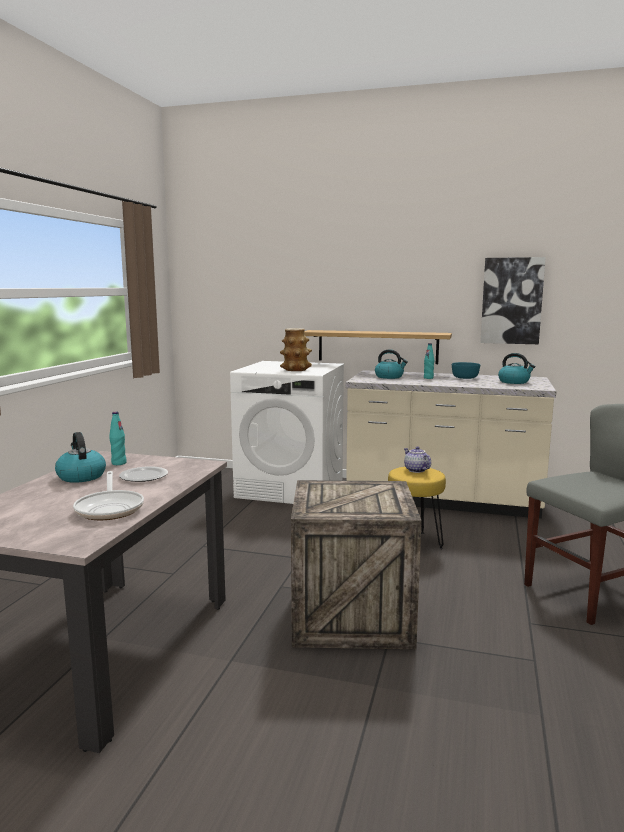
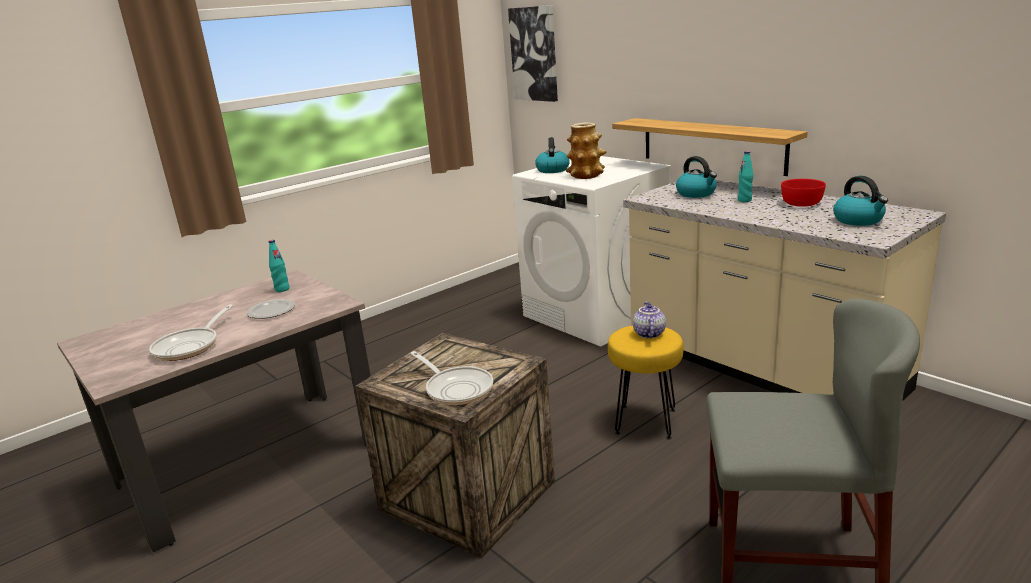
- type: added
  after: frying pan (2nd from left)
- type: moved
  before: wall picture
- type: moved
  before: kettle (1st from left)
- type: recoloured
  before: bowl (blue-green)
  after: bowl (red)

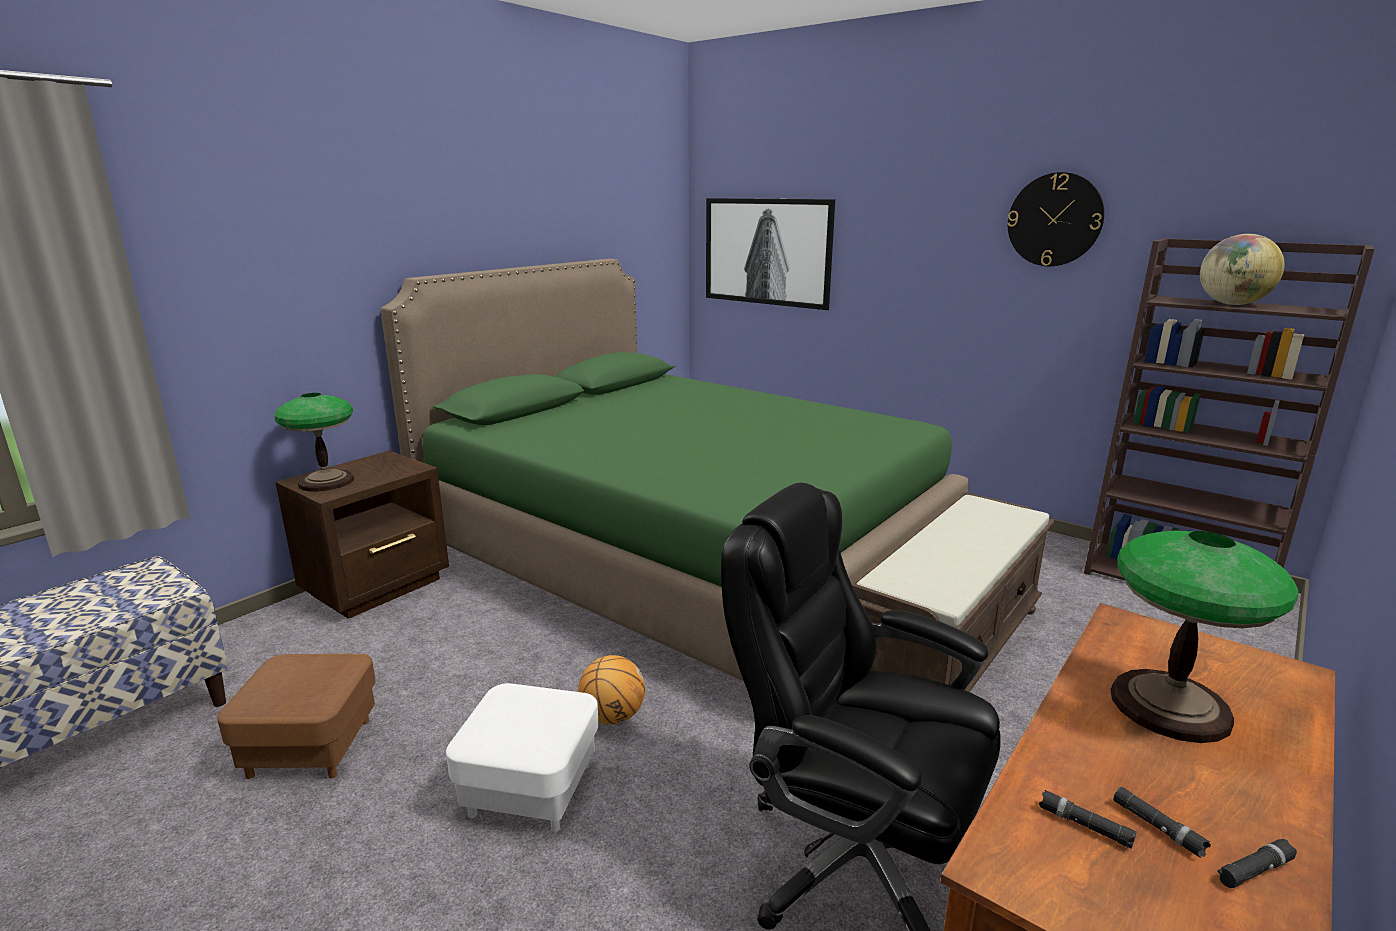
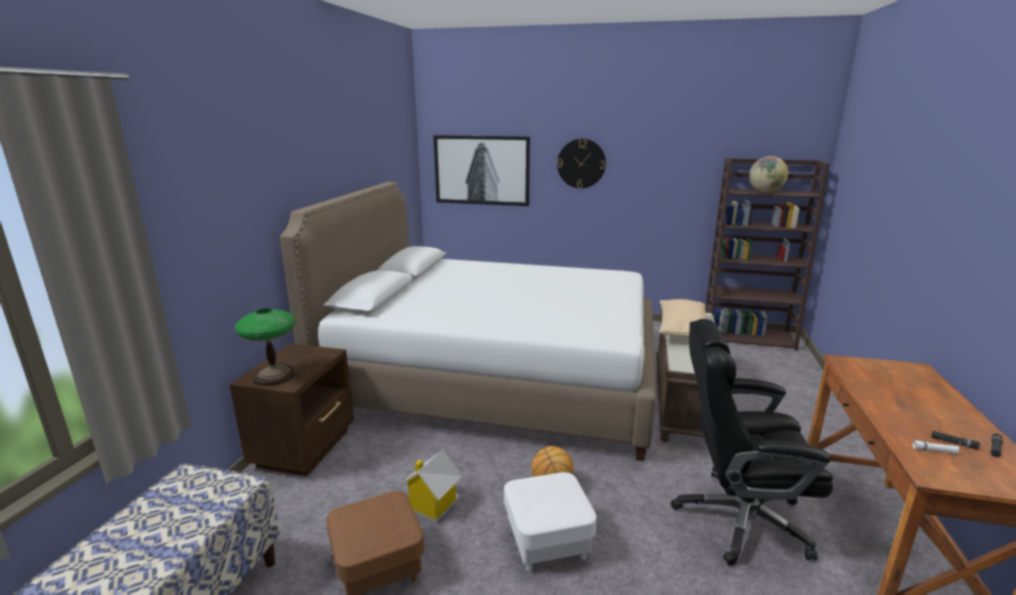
- type: recoloured
  before: sleeping bed (green-coloured)
  after: sleeping bed (white)
- type: added
  after: model house
- type: moved
  before: wall clock
- type: added
  after: cushion (beige-coloured)
- type: recoloured
  before: hand torch (blackish) (1st from left)
  after: hand torch (white)
- type: removed
  before: table lamp (2nd from left)

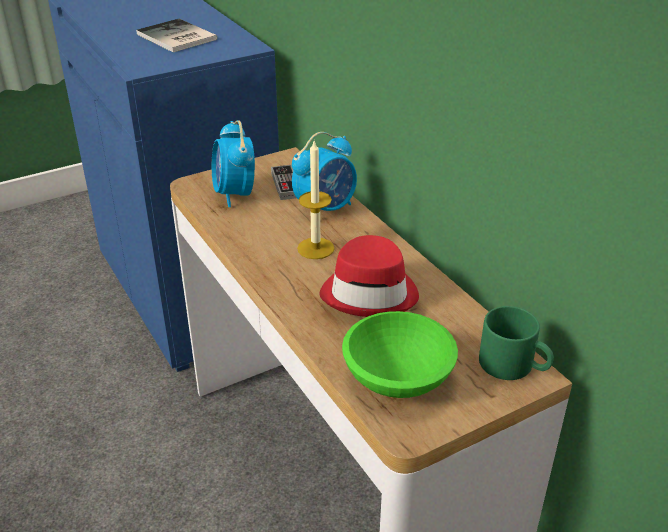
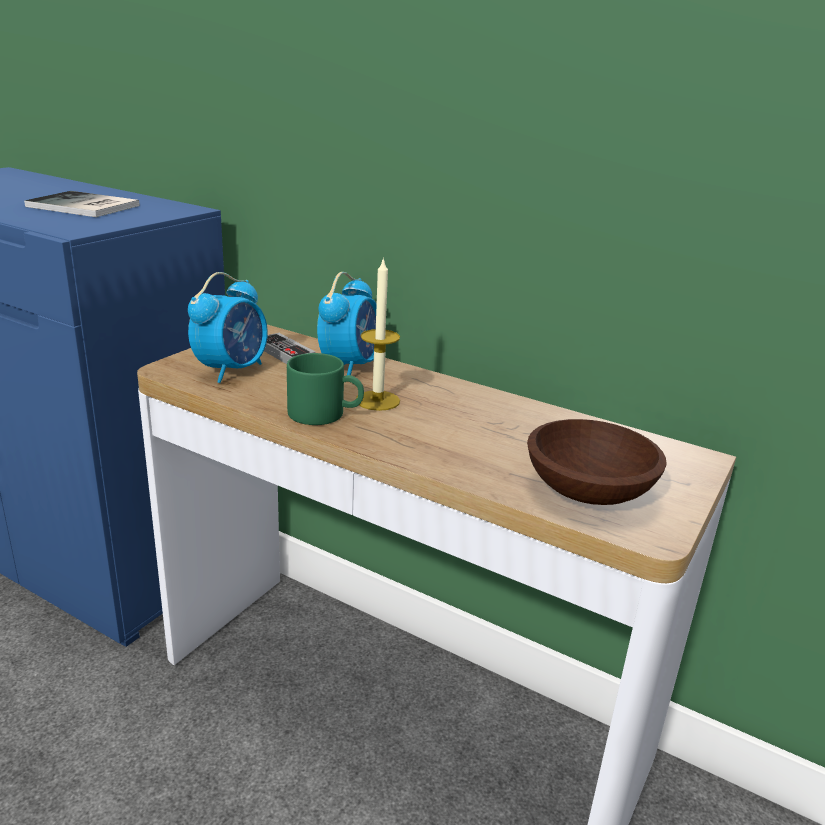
- type: turned
  before: table clock (1st from left)
  turn: -105
- type: moved
  before: mug (green-coloured)
- type: recoloured
  before: bowl (green-coloured)
  after: bowl (brown)
- type: removed
  before: clothing hat (red)

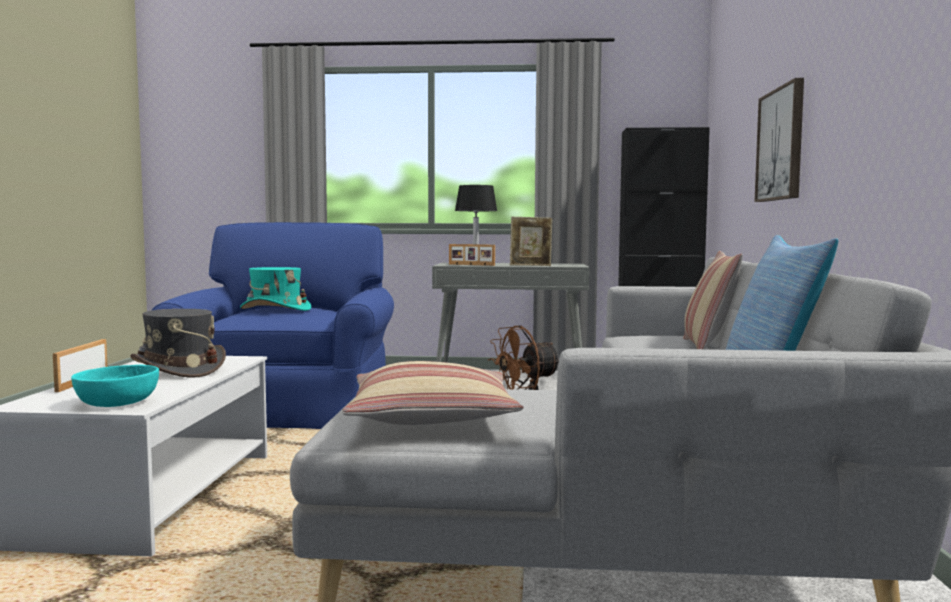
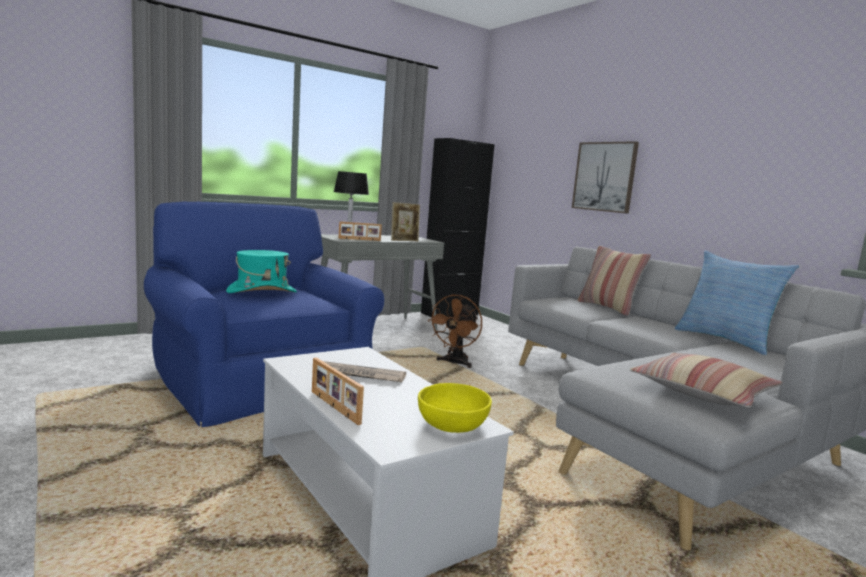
- type: replaced
  before: clothing hat (greyish)
  after: daily paper
- type: recoloured
  before: bowl (blue-green)
  after: bowl (yellowish)

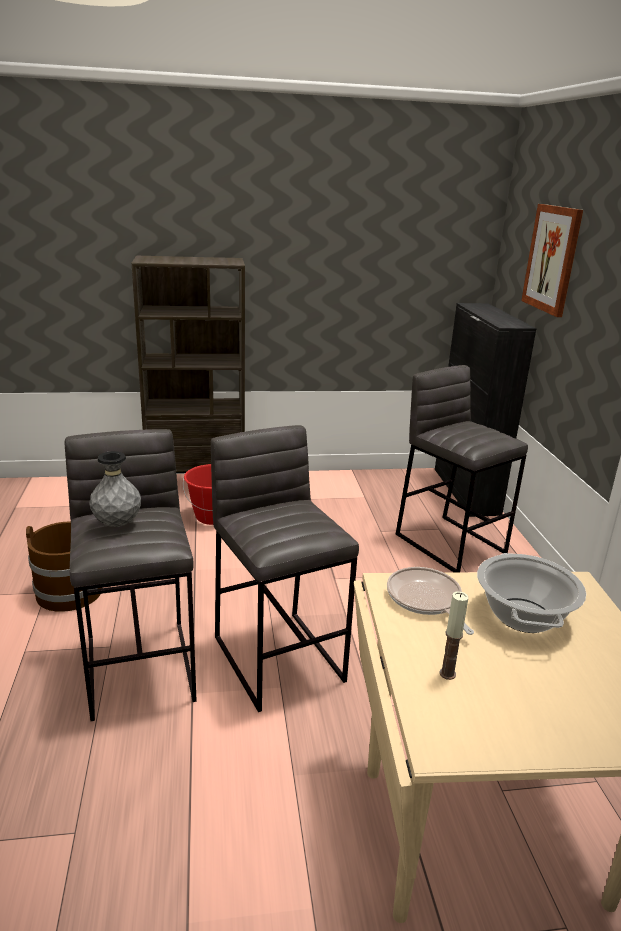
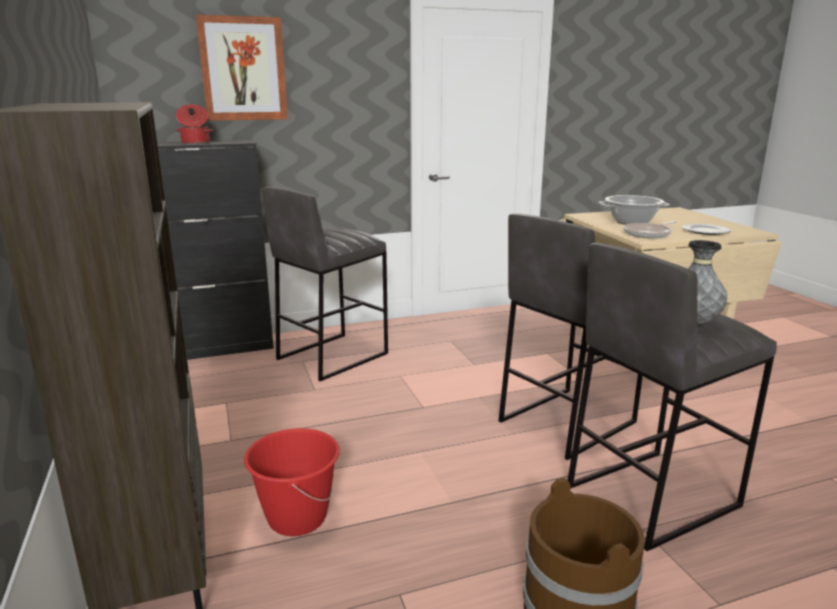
- type: added
  after: cooking pot (1st from left)
- type: replaced
  before: wax candle
  after: flat dish

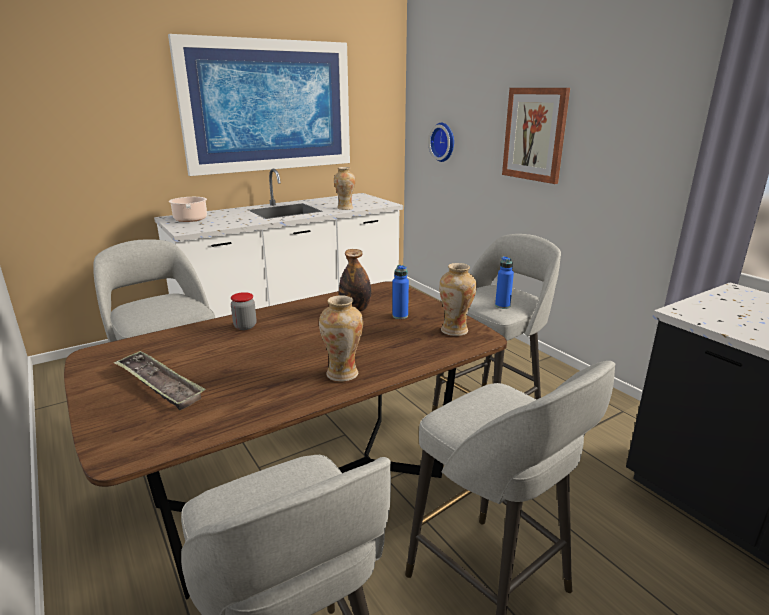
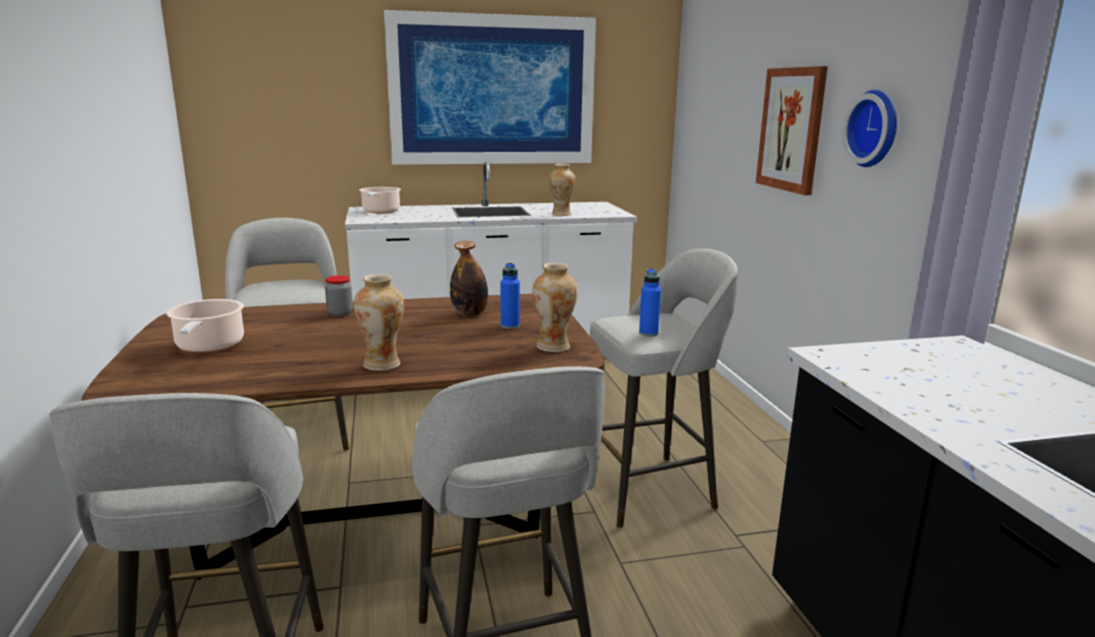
- type: replaced
  before: serving tray
  after: cooking pot (1st from left)
- type: moved
  before: wall clock

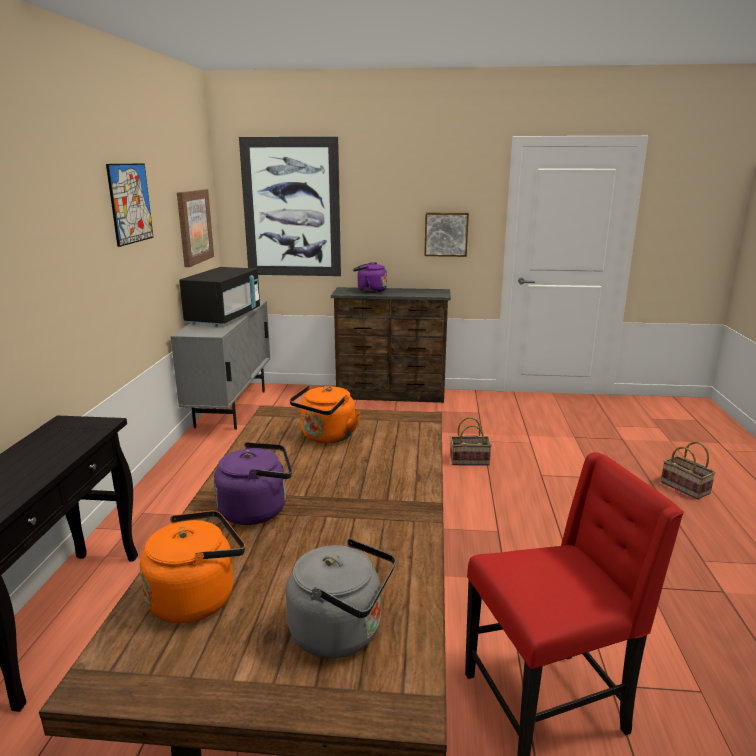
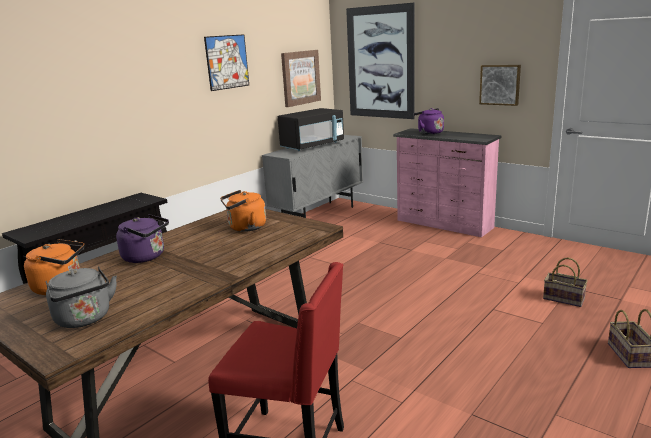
- type: recoloured
  before: chest of drawers (brown)
  after: chest of drawers (pinkish)
- type: moved
  before: basket (1st from left)

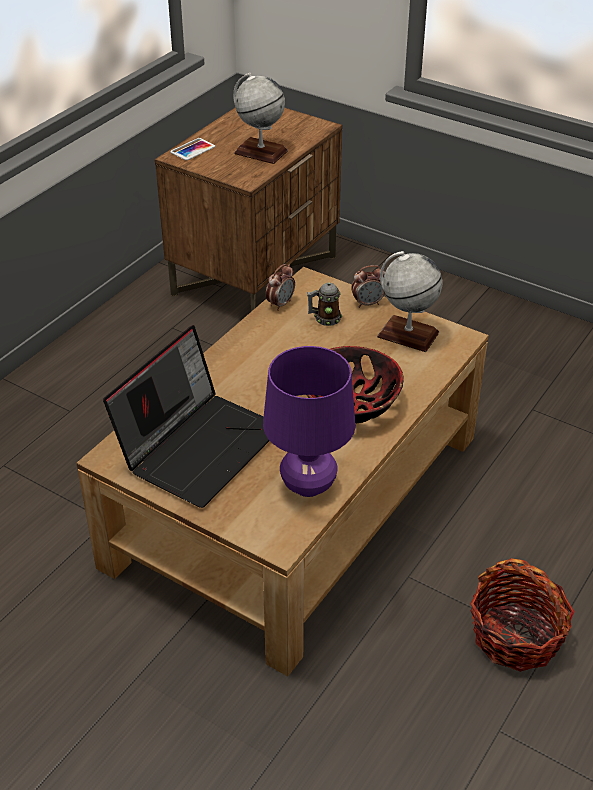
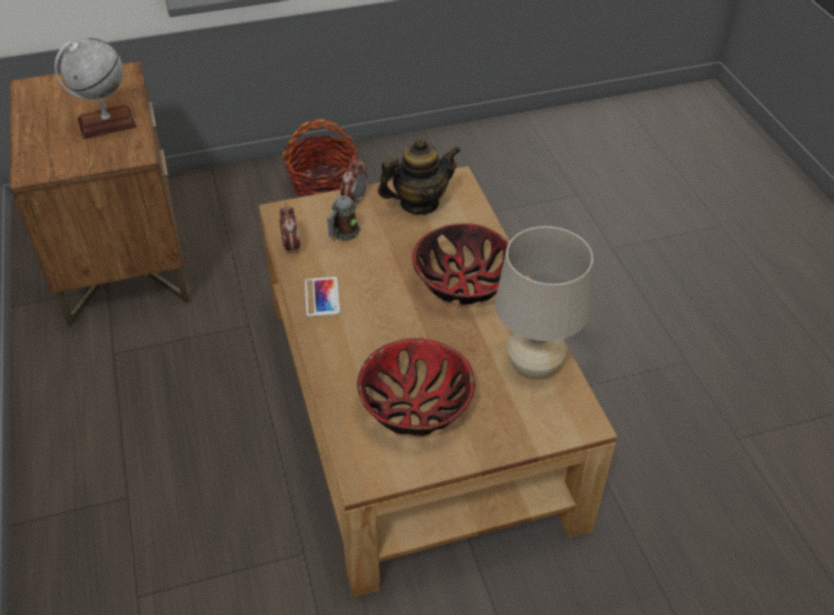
- type: moved
  before: basket
- type: moved
  before: phone
- type: replaced
  before: notebook computer
  after: bowl (1st from left)
- type: replaced
  before: world globe (2nd from left)
  after: tea pot
- type: recoloured
  before: table lamp (purplish)
  after: table lamp (beige-coloured)

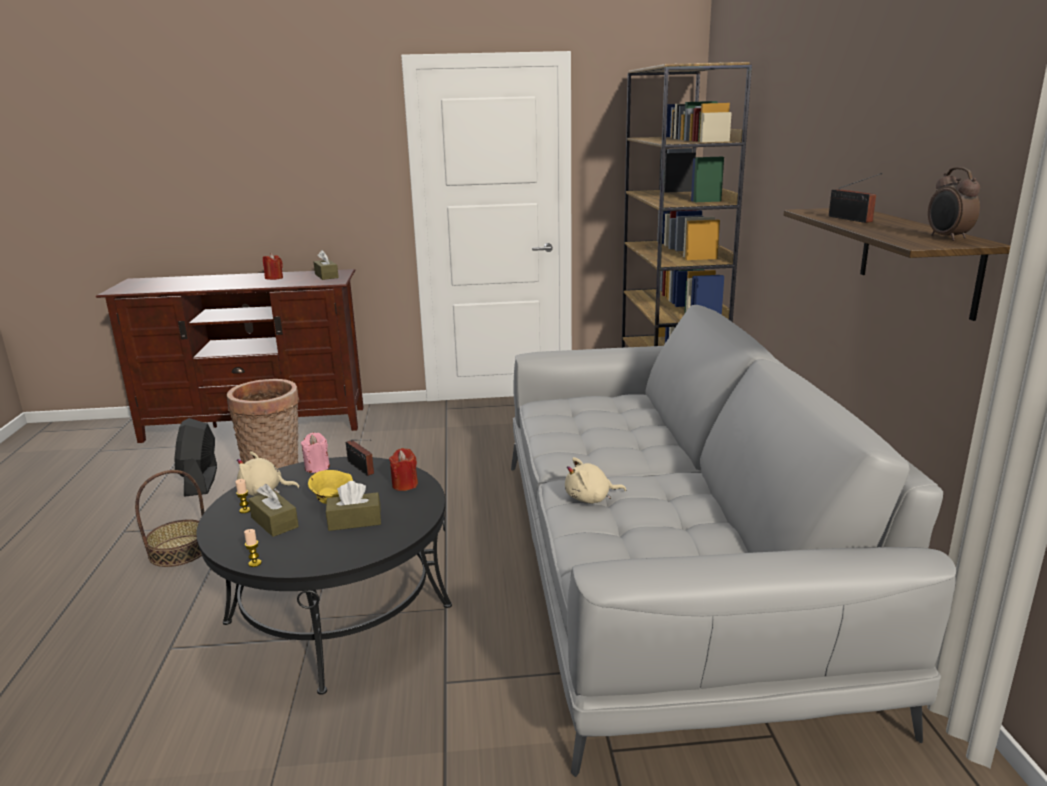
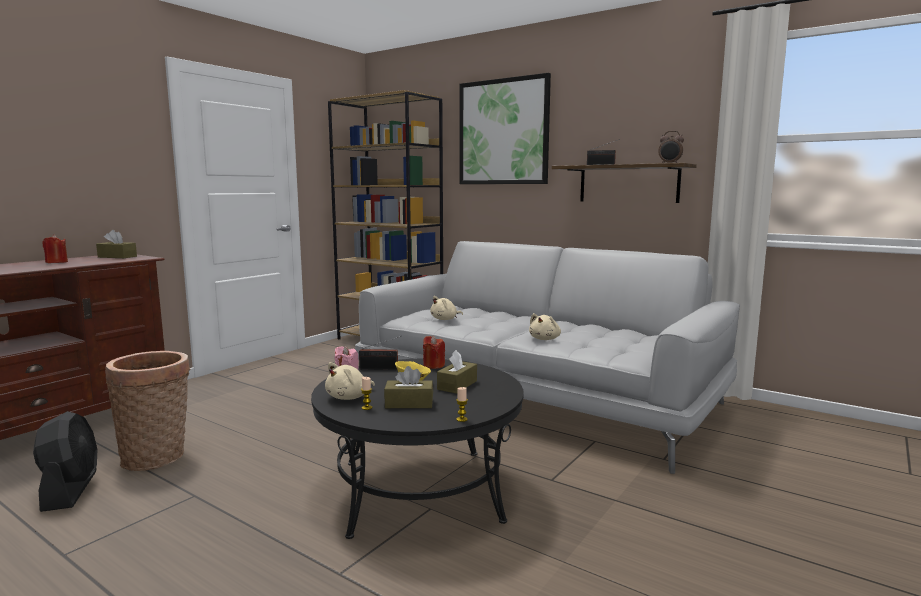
- type: turned
  before: fan (blackish)
  turn: -135
- type: added
  after: cuddly toy (beige-coloured) (2nd from left)
- type: added
  after: wall picture
- type: removed
  before: basket (1st from left)

